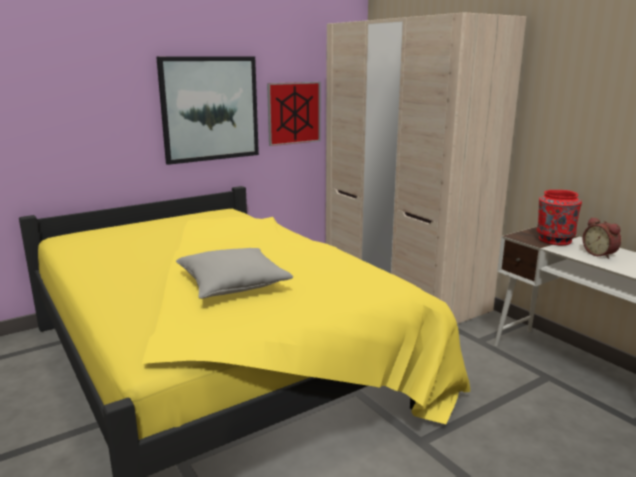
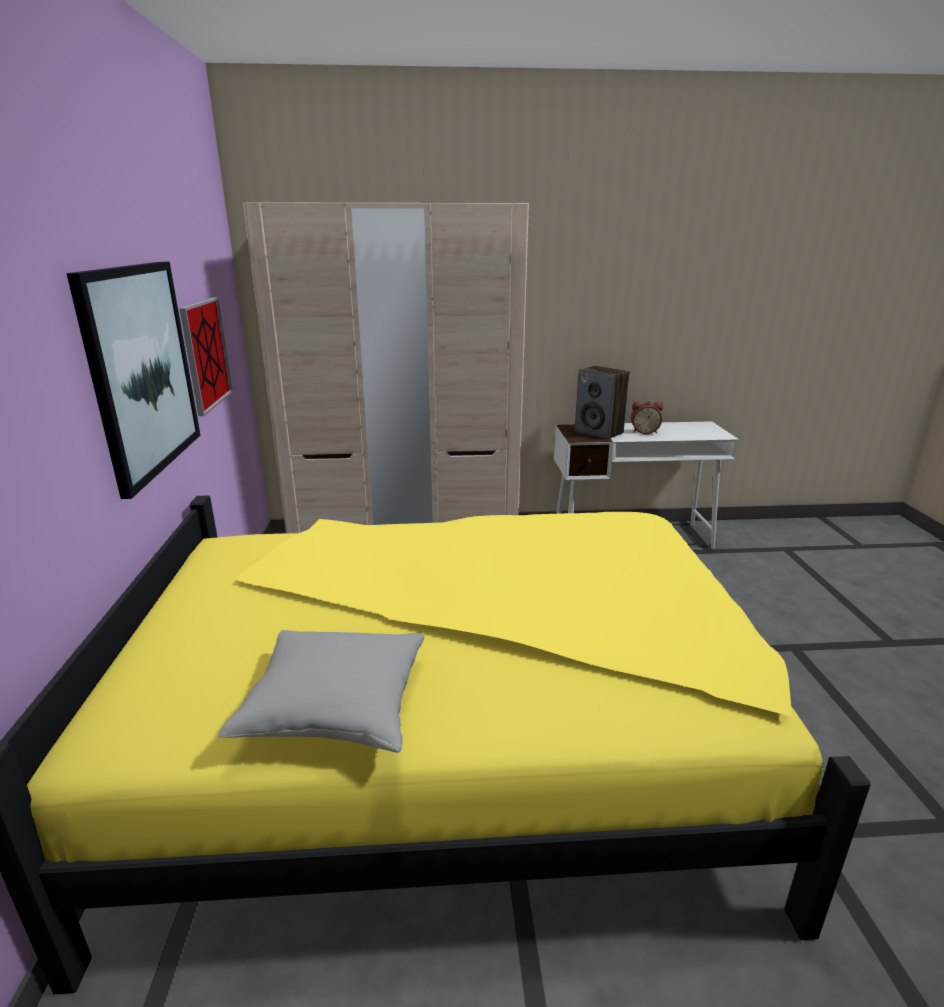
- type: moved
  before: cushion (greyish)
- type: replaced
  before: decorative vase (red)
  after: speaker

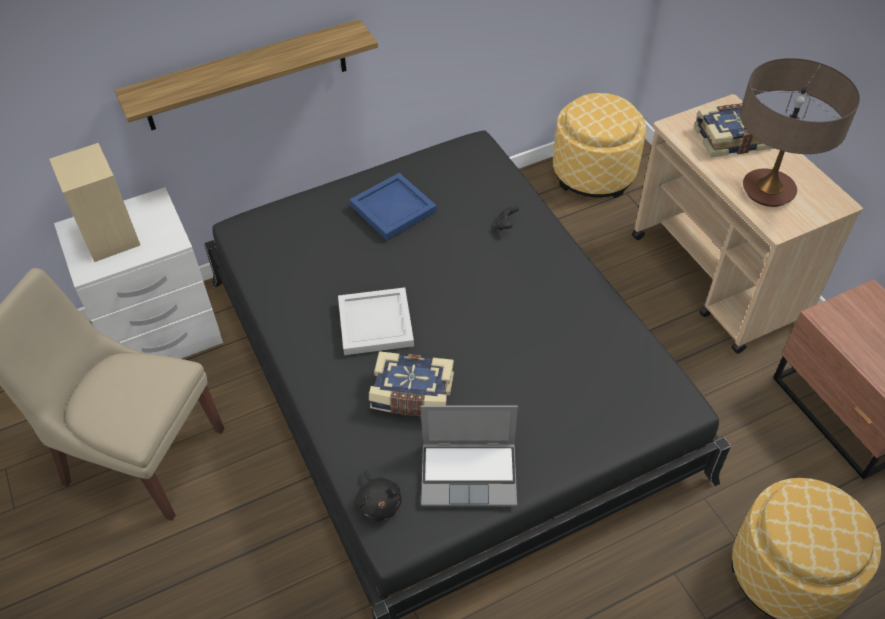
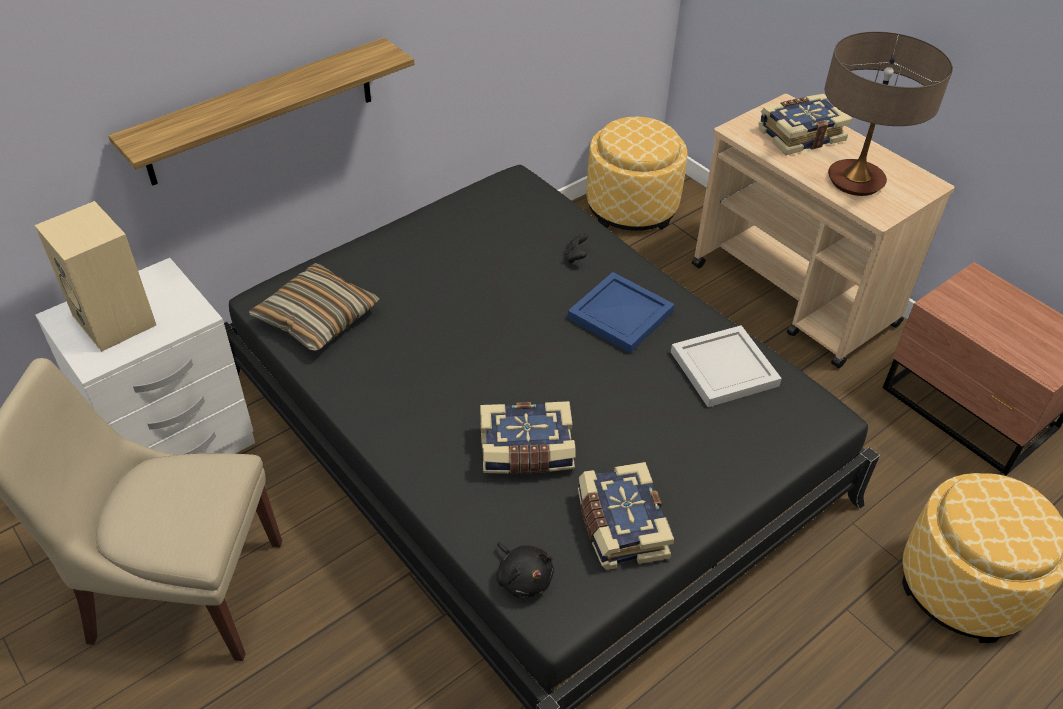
- type: added
  after: cushion
- type: moved
  before: serving tray (bluish)
- type: replaced
  before: notebook computer
  after: volume (2nd from left)
- type: moved
  before: serving tray (white)

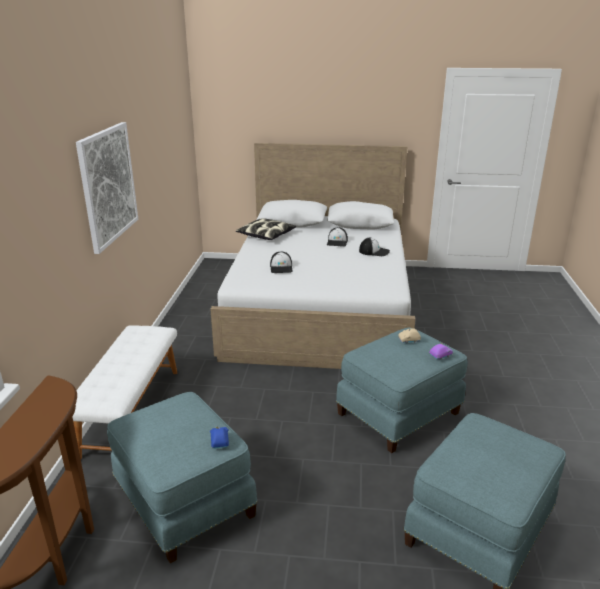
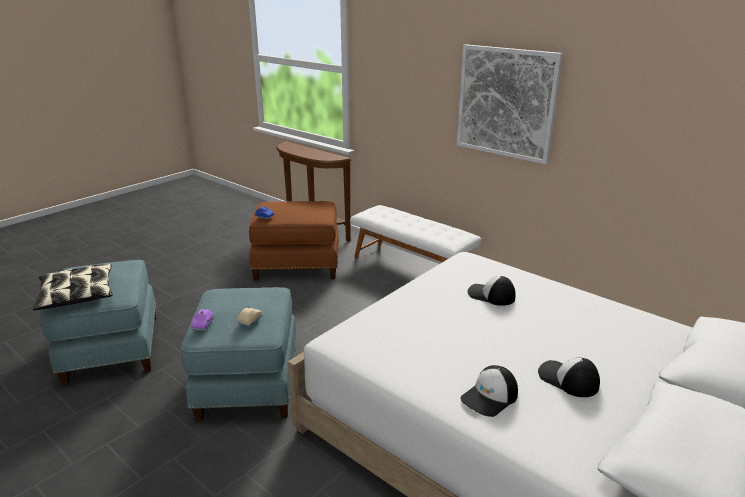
- type: moved
  before: cushion
- type: recoloured
  before: ottoman (bluish) (1st from left)
  after: ottoman (brown)

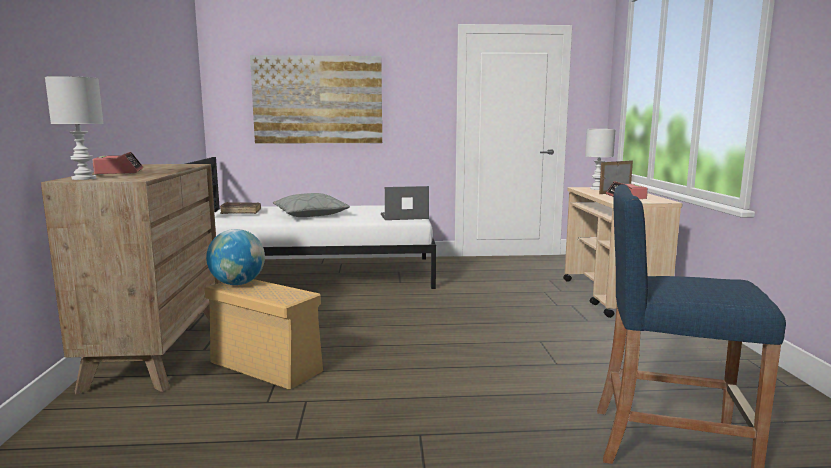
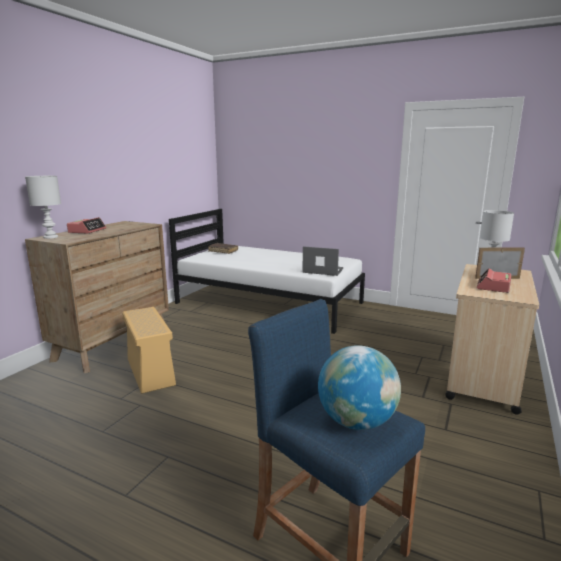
- type: moved
  before: world globe
- type: removed
  before: wall picture
- type: removed
  before: cushion (greyish)

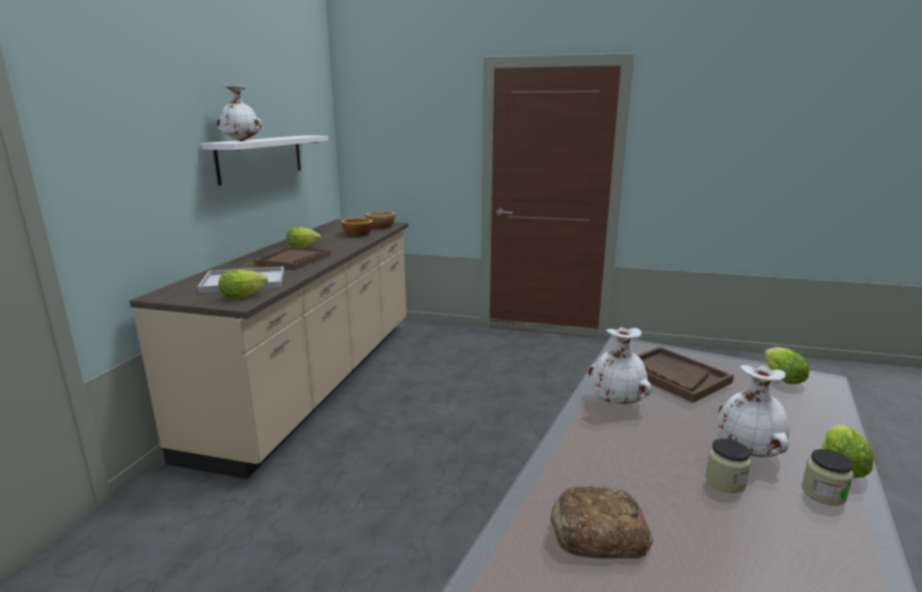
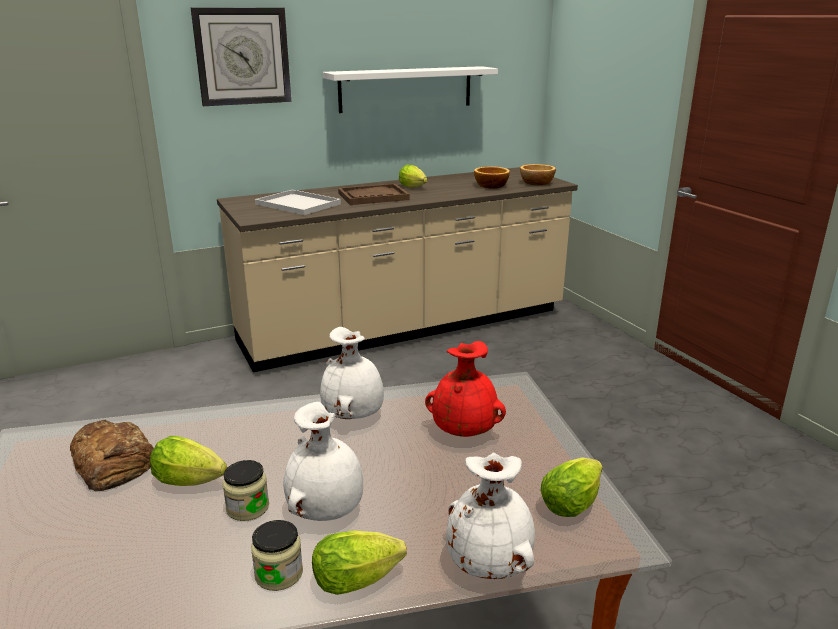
- type: moved
  before: lettuce head (1st from left)
- type: added
  after: wall clock
- type: replaced
  before: serving tray (brown) (2nd from left)
  after: decorative vase (red)
- type: moved
  before: decorative vase (white) (1st from left in the first image)
  after: decorative vase (white) (3rd from left)

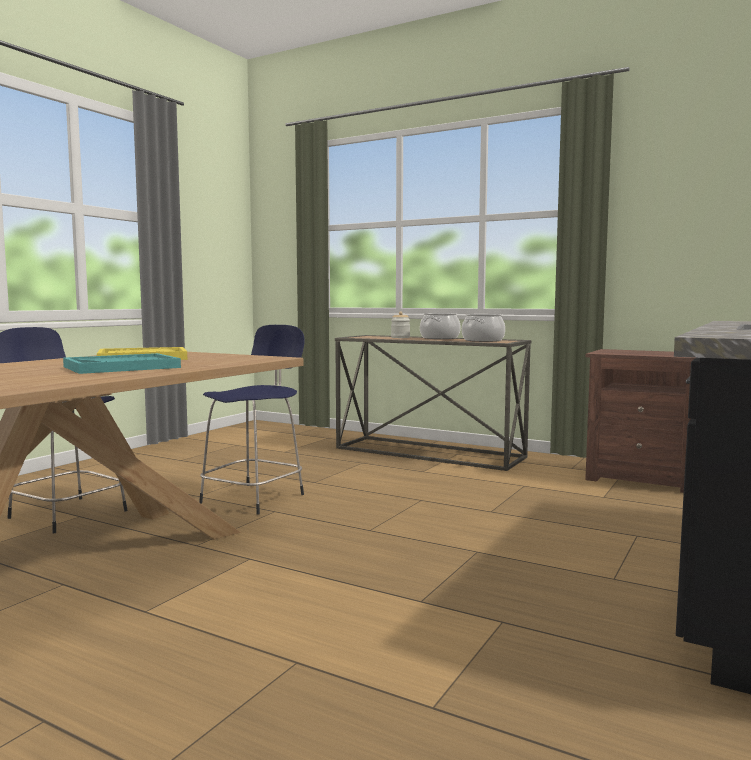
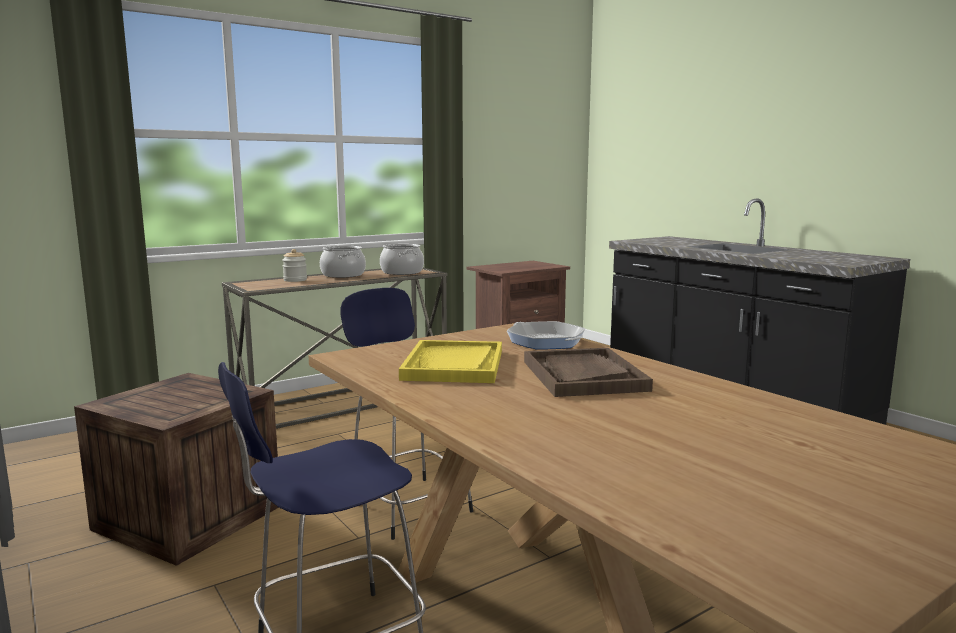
- type: added
  after: crate
- type: added
  after: frying pan
- type: recoloured
  before: serving tray (blue-green)
  after: serving tray (brown)

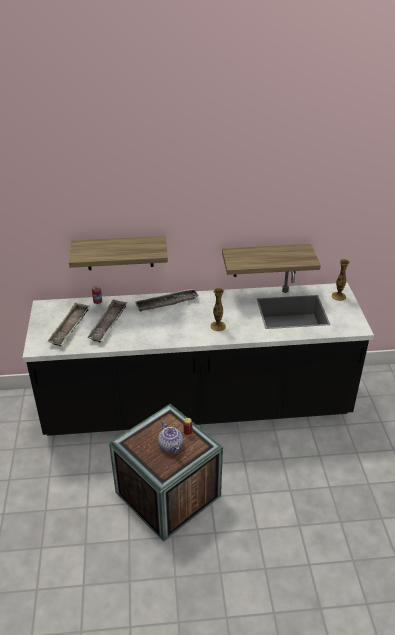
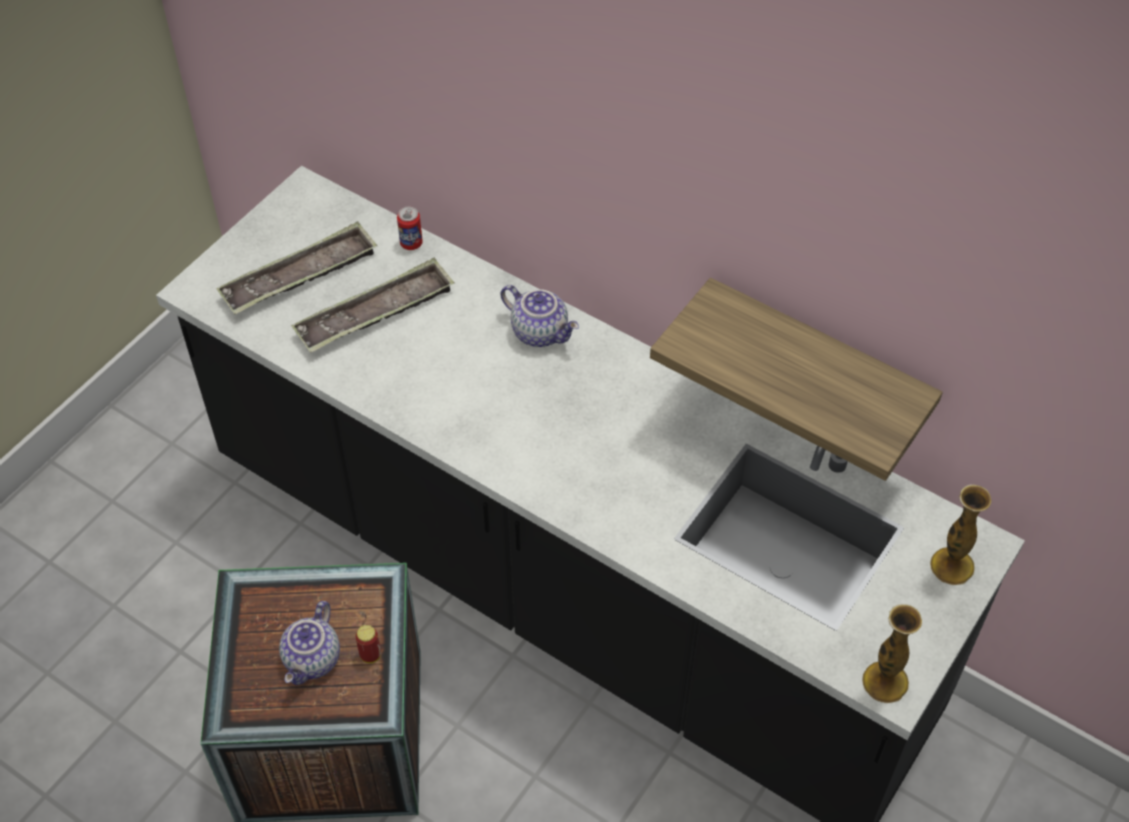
- type: replaced
  before: serving tray (3rd from left)
  after: tea pot (2nd from left)
- type: moved
  before: decorative vase (1st from left)
- type: removed
  before: wall shelf (1st from left)

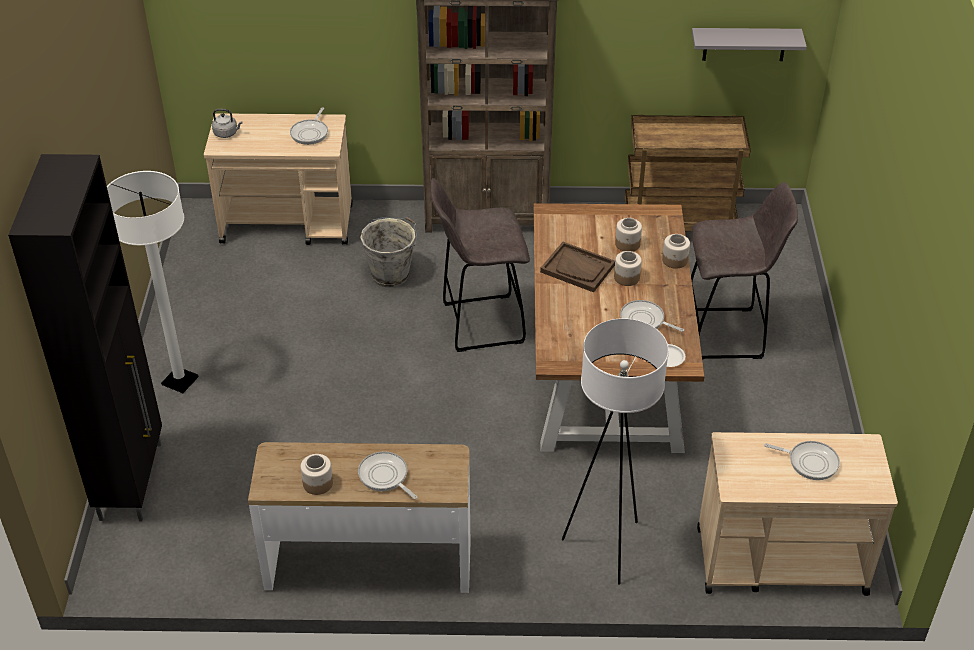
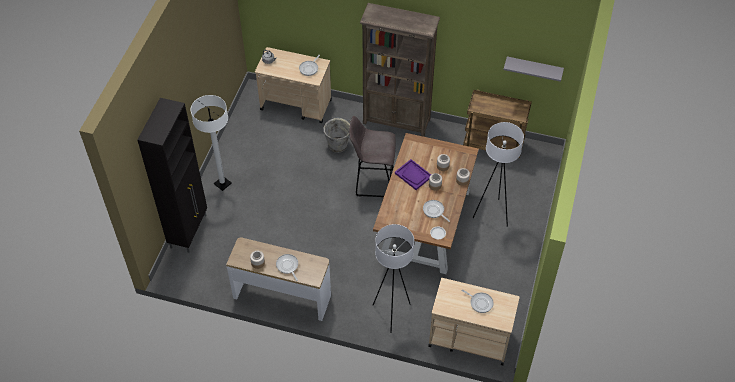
- type: recoloured
  before: serving tray (brown)
  after: serving tray (purplish)
- type: replaced
  before: stool seat (greyish) (2nd from left)
  after: floor lamp (white) (3rd from left)

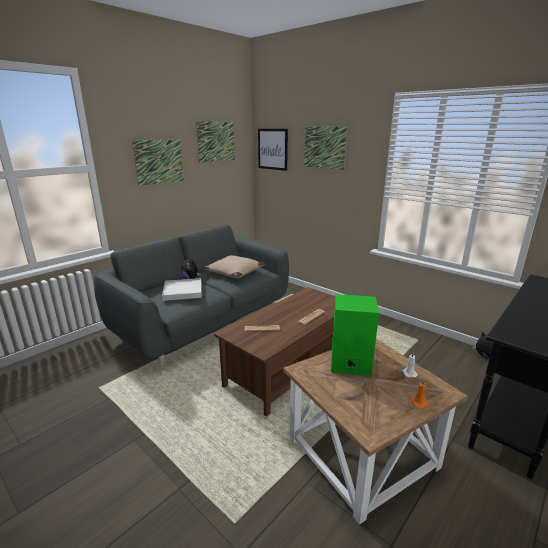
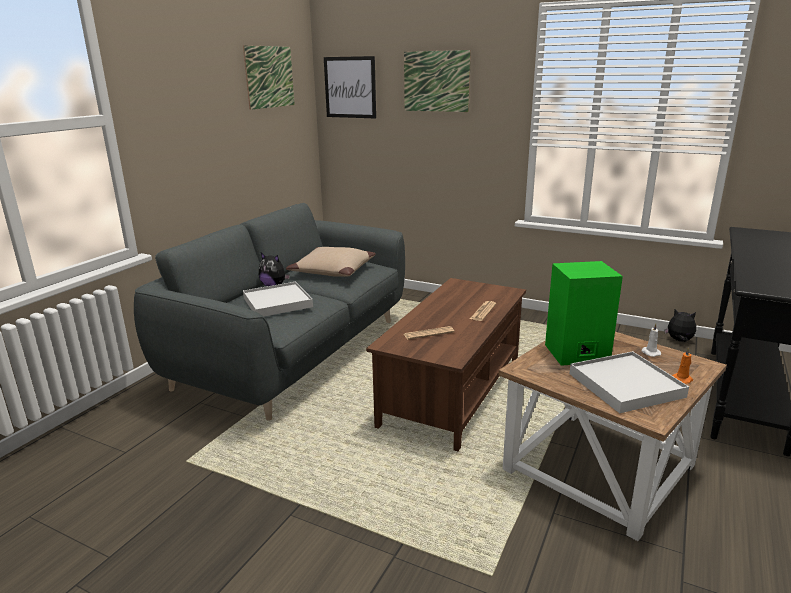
- type: added
  after: serving tray (white) (2nd from left)
- type: removed
  before: wall picture (1st from left)

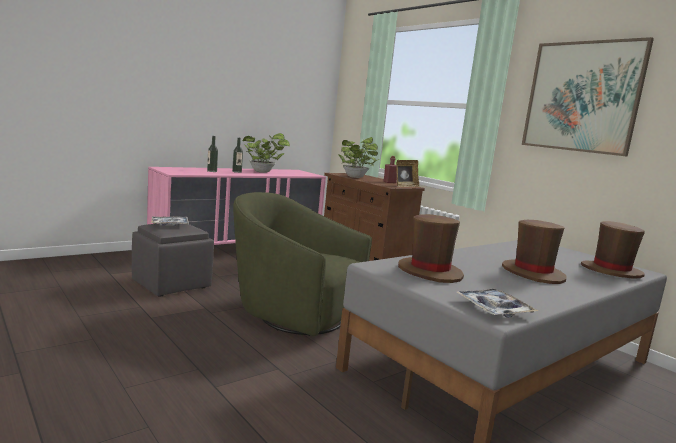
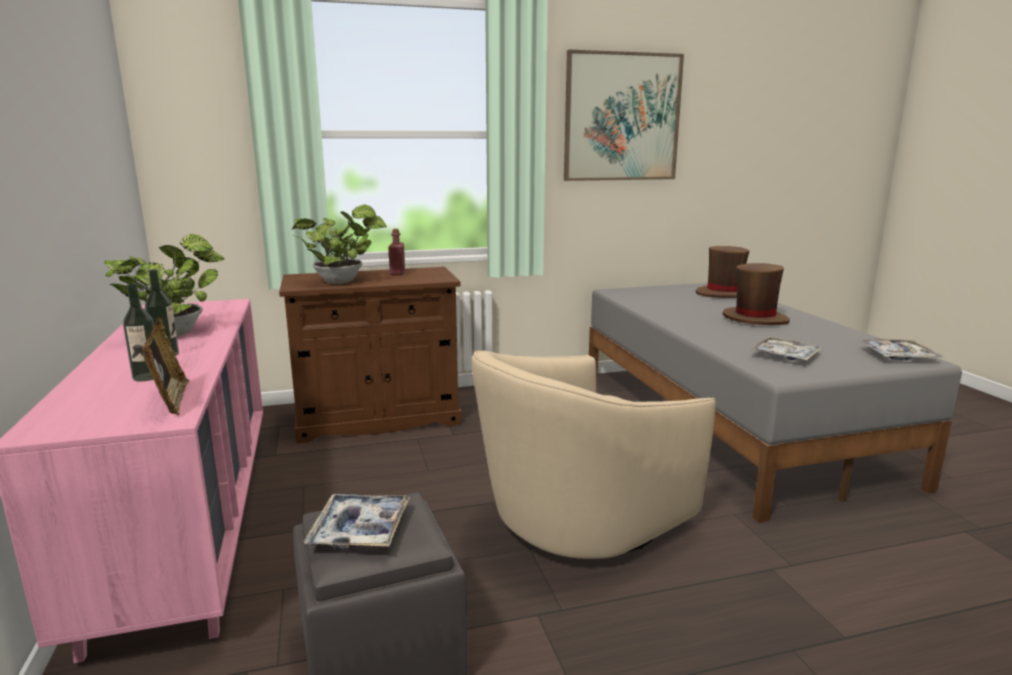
- type: moved
  before: picture frame
- type: recoloured
  before: easy chair (green-coloured)
  after: easy chair (beige-coloured)
- type: replaced
  before: clothing hat (brown) (1st from left)
  after: serving tray (2nd from left)

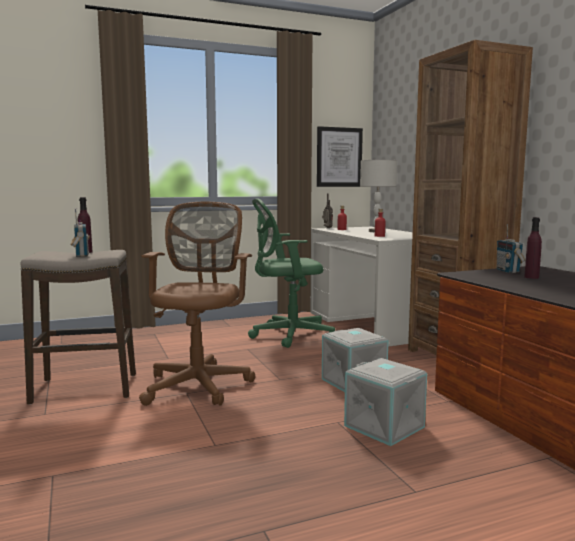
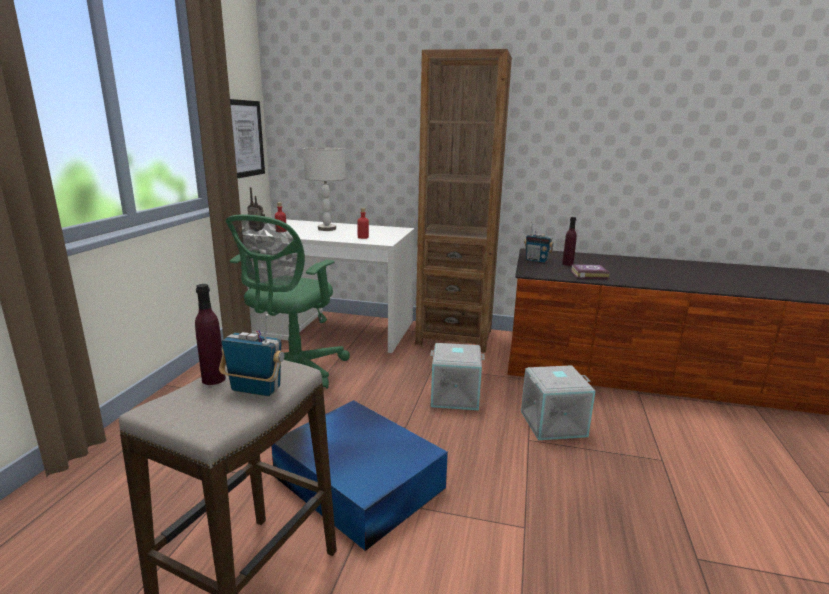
- type: replaced
  before: computer chair (brown)
  after: storage box (bluish)
- type: added
  after: volume

